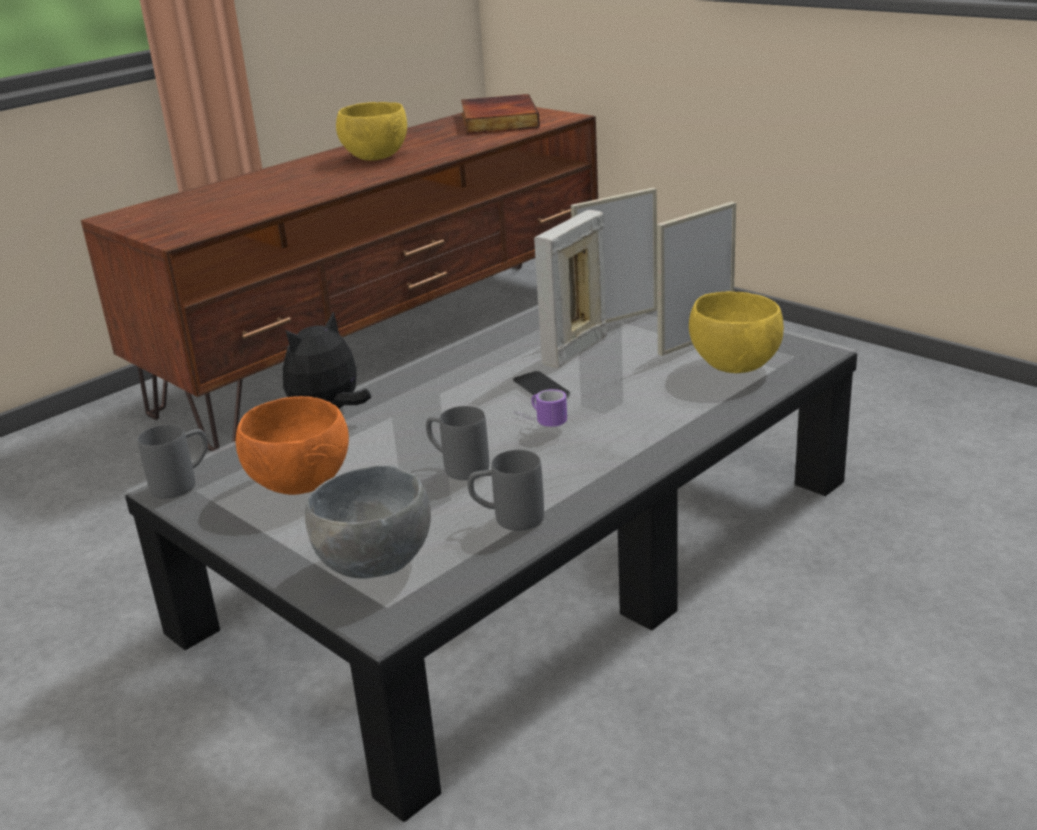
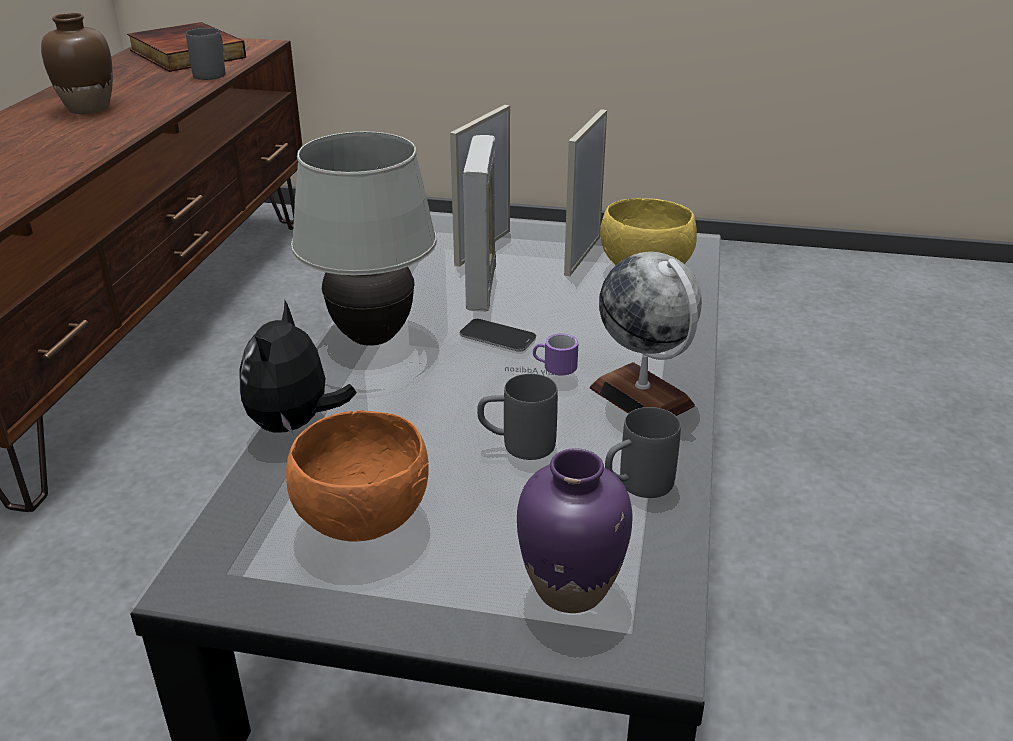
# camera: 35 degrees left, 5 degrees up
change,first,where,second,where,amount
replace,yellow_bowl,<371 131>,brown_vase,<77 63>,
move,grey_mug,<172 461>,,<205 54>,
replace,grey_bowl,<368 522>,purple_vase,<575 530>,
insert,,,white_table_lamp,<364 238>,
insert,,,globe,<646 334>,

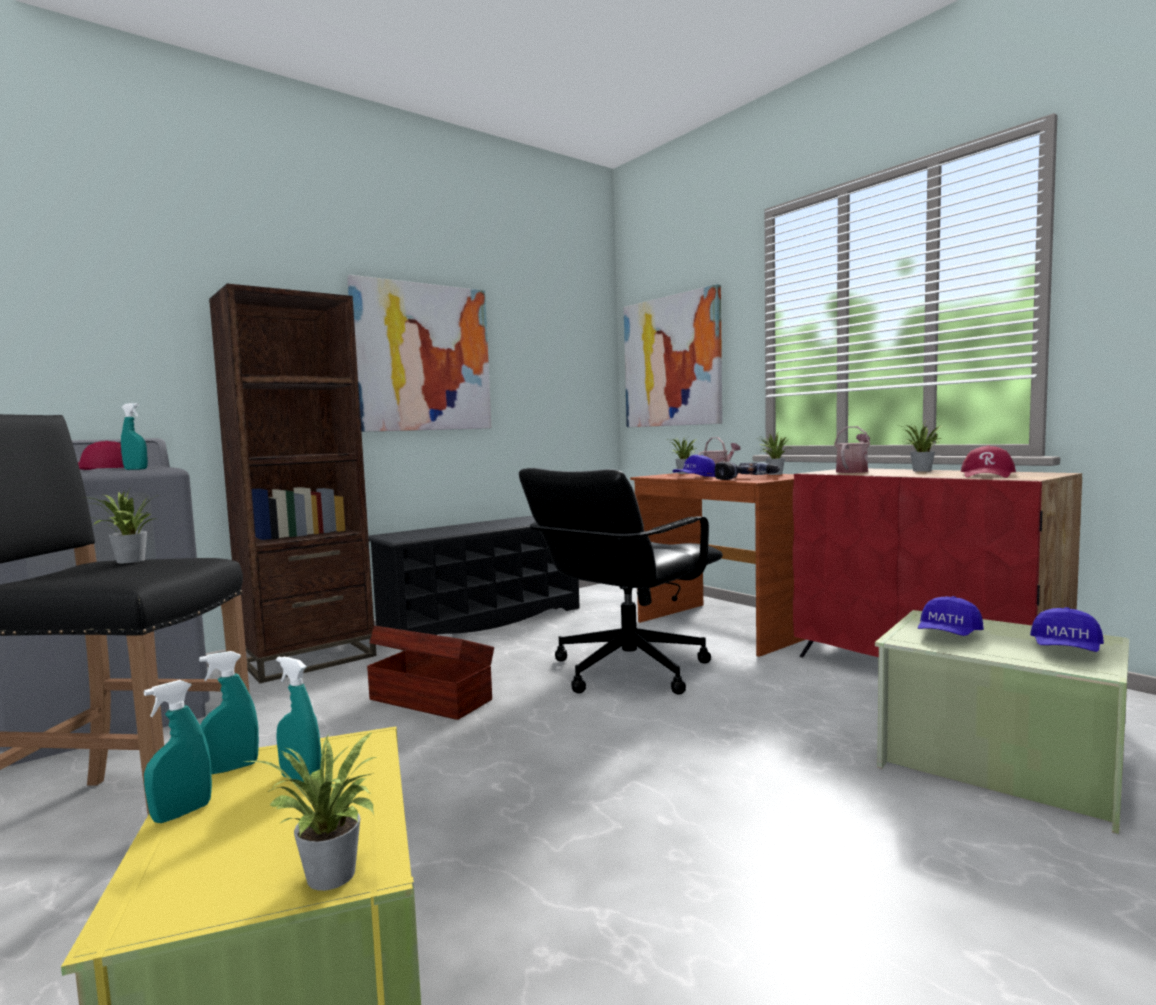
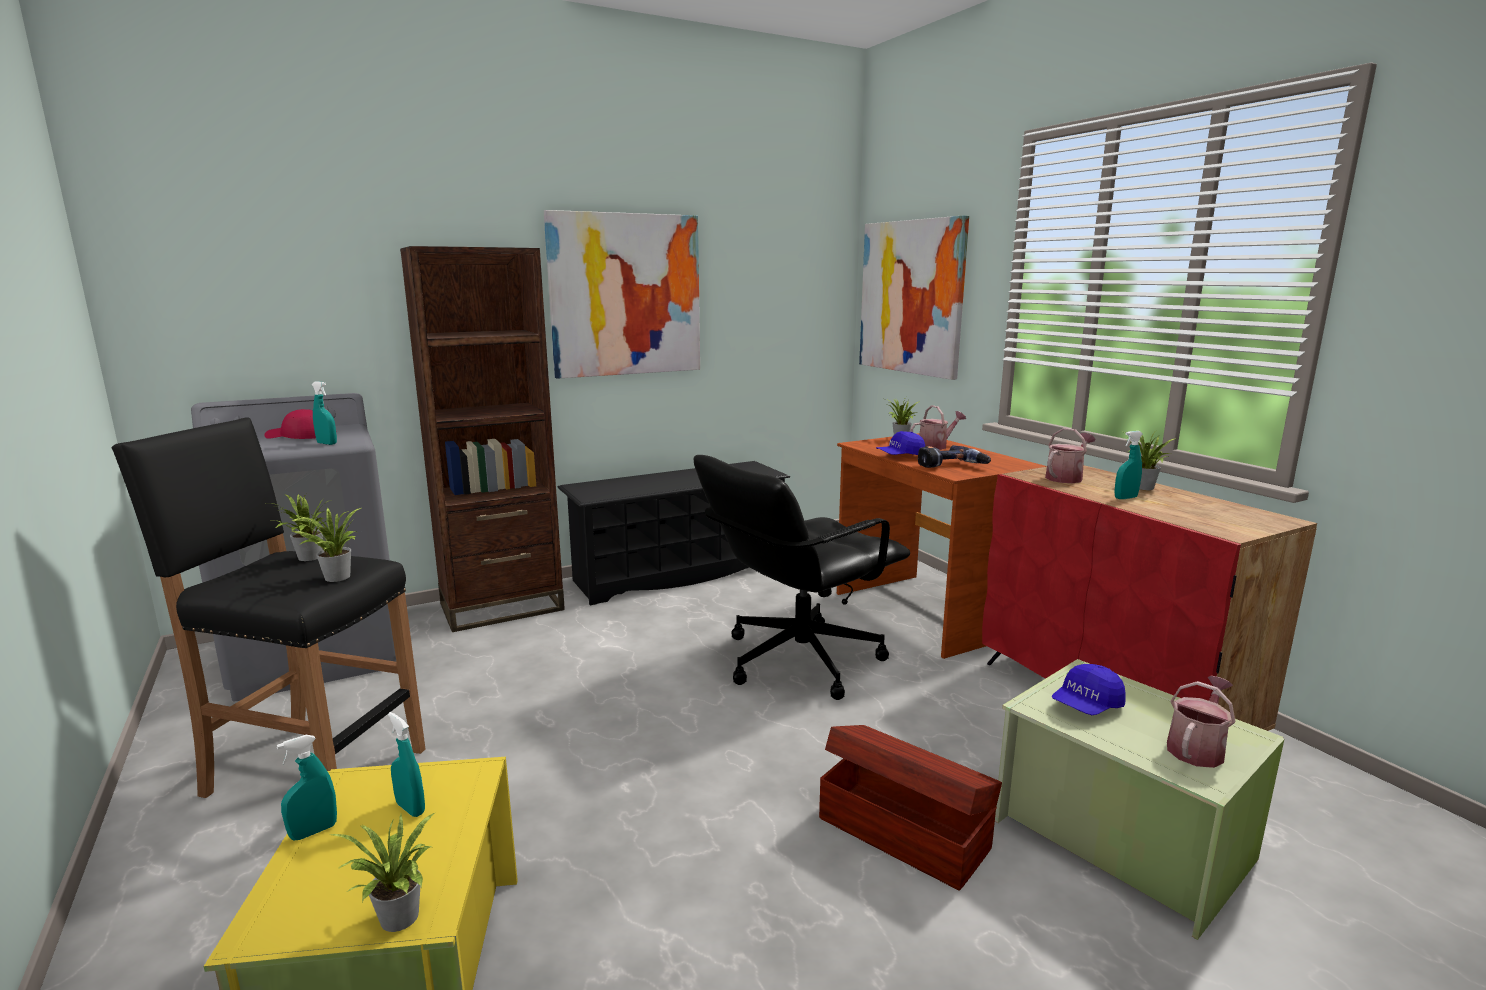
# camera: 10 degrees right, 10 degrees up
change,first,where,second,where,amount
move,potted_plant,<774 454>,,<326 545>,
delete,red_cap,<988 462>,,,
replace,blue_cap,<1067 629>,watering_can,<1201 722>,
move,brown_storage_box,<430 673>,,<910 808>,
move,turquoise_spray_bottle,<229 712>,,<1128 465>,

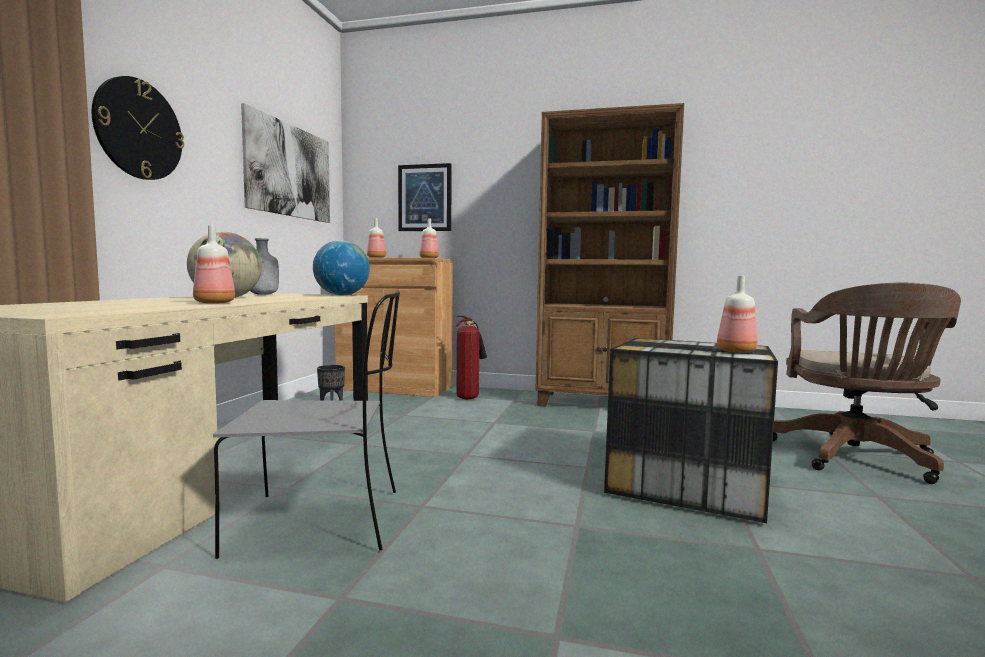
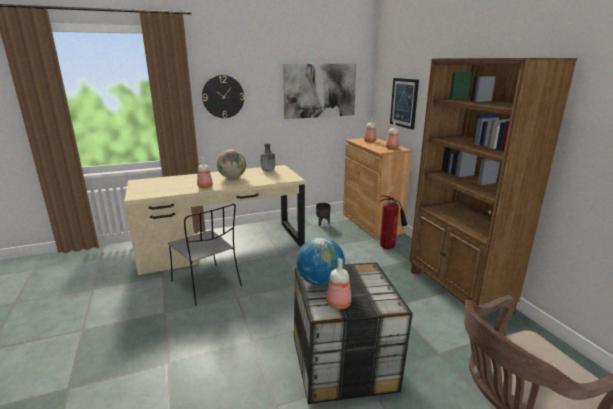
# camera: 55 degrees right, 15 degrees up
change,first,where,second,where,amount
move,globe,<341 267>,,<320 261>,

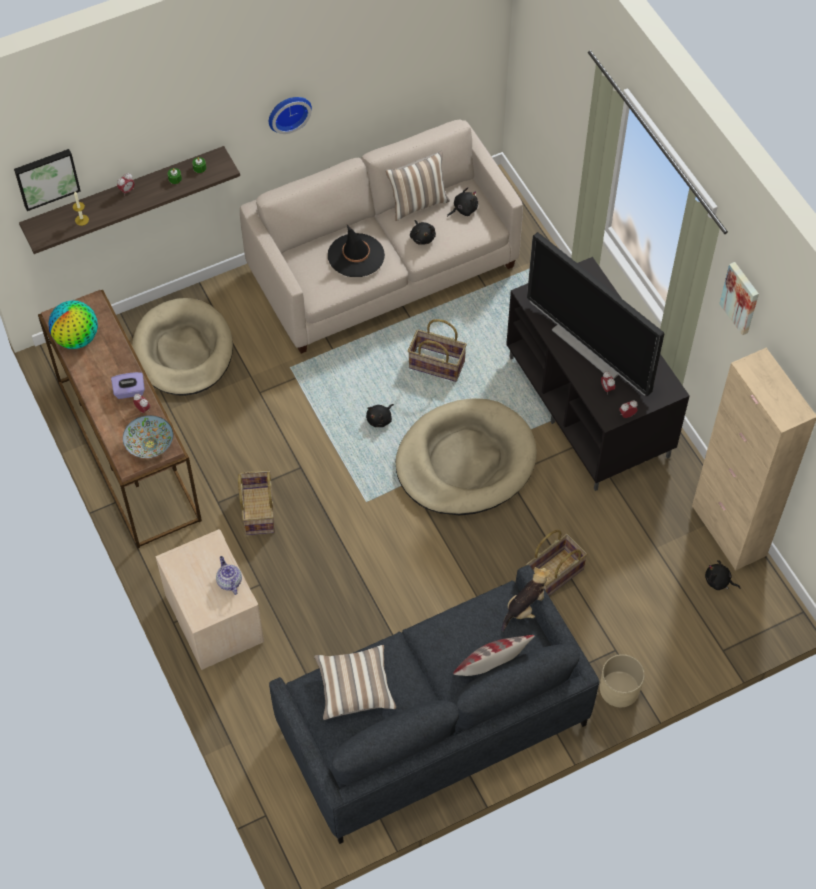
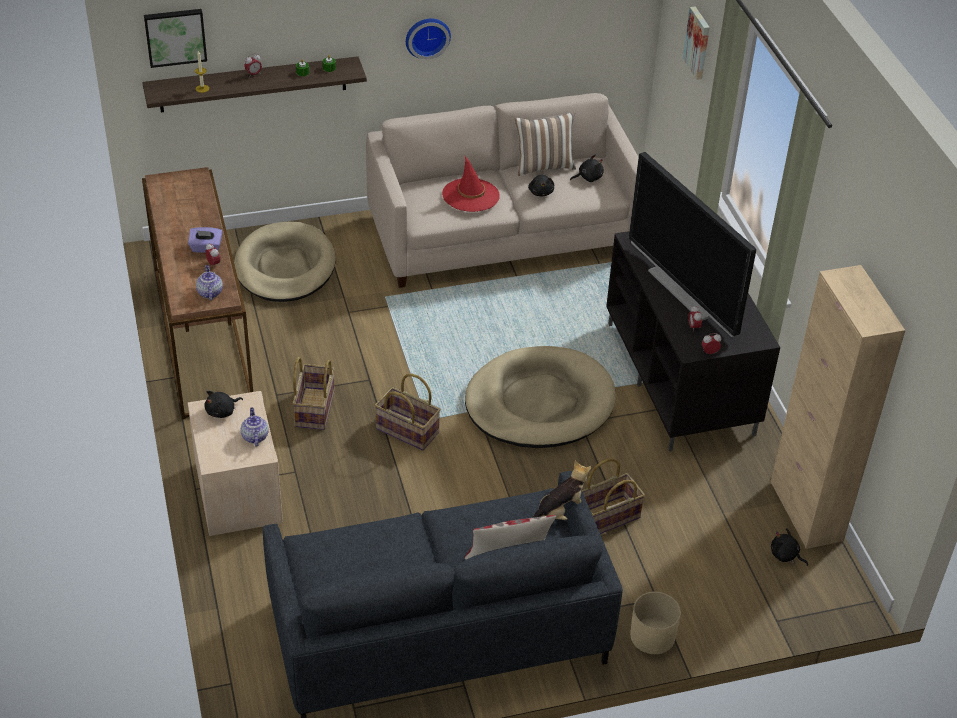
# camera: 10 degrees right, 15 degrees down
change,first,where,second,where,amount
recolor,black_hat,<356 251>,red_hat,<471 184>,
move,picture,<739 298>,,<696 43>,
delete,globe,<73 324>,,,
move,basket,<437 350>,,<407 412>,
move,black_plush_toy,<380 415>,,<224 404>,
replace,bowl,<148 436>,teapot,<209 282>,
delete,pillow,<355 682>,,,

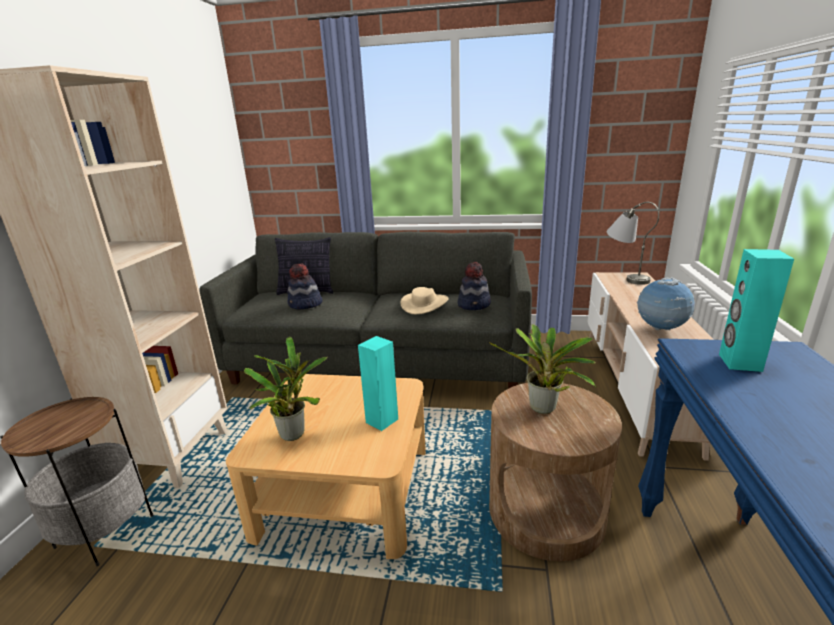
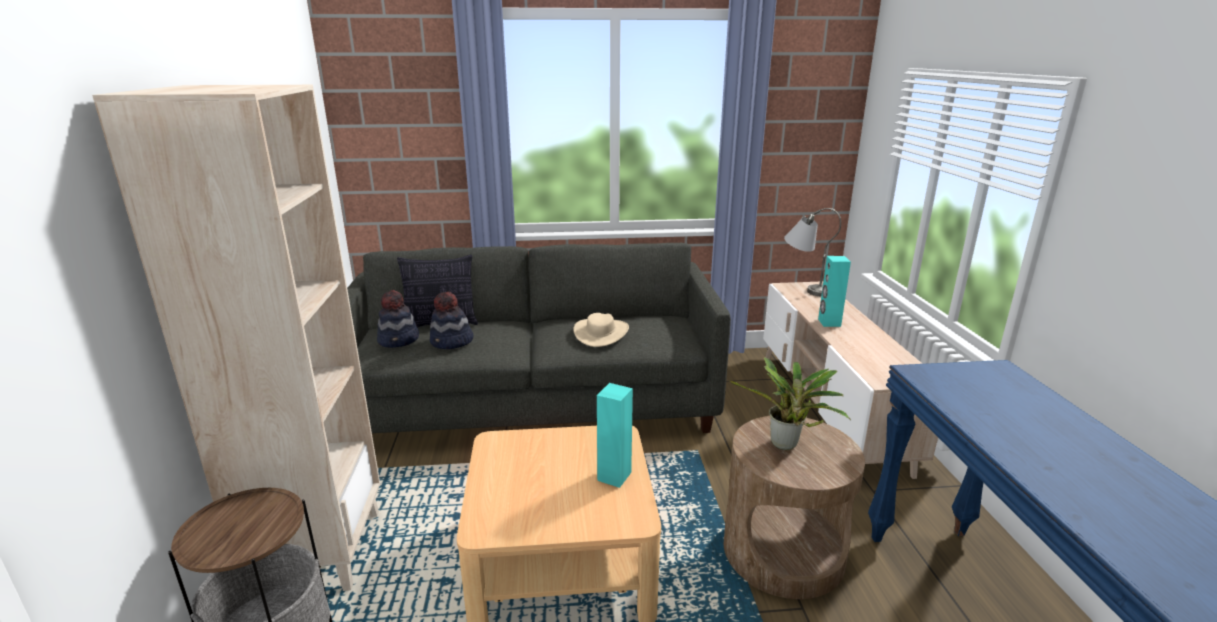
# camera: 15 degrees left, 0 degrees up
change,first,where,second,where,amount
move,turquoise_speaker,<756 310>,,<834 291>,
move,hat,<474 286>,,<398 319>,
delete,globe,<666 303>,,,
delete,potted_plant,<286 389>,,,

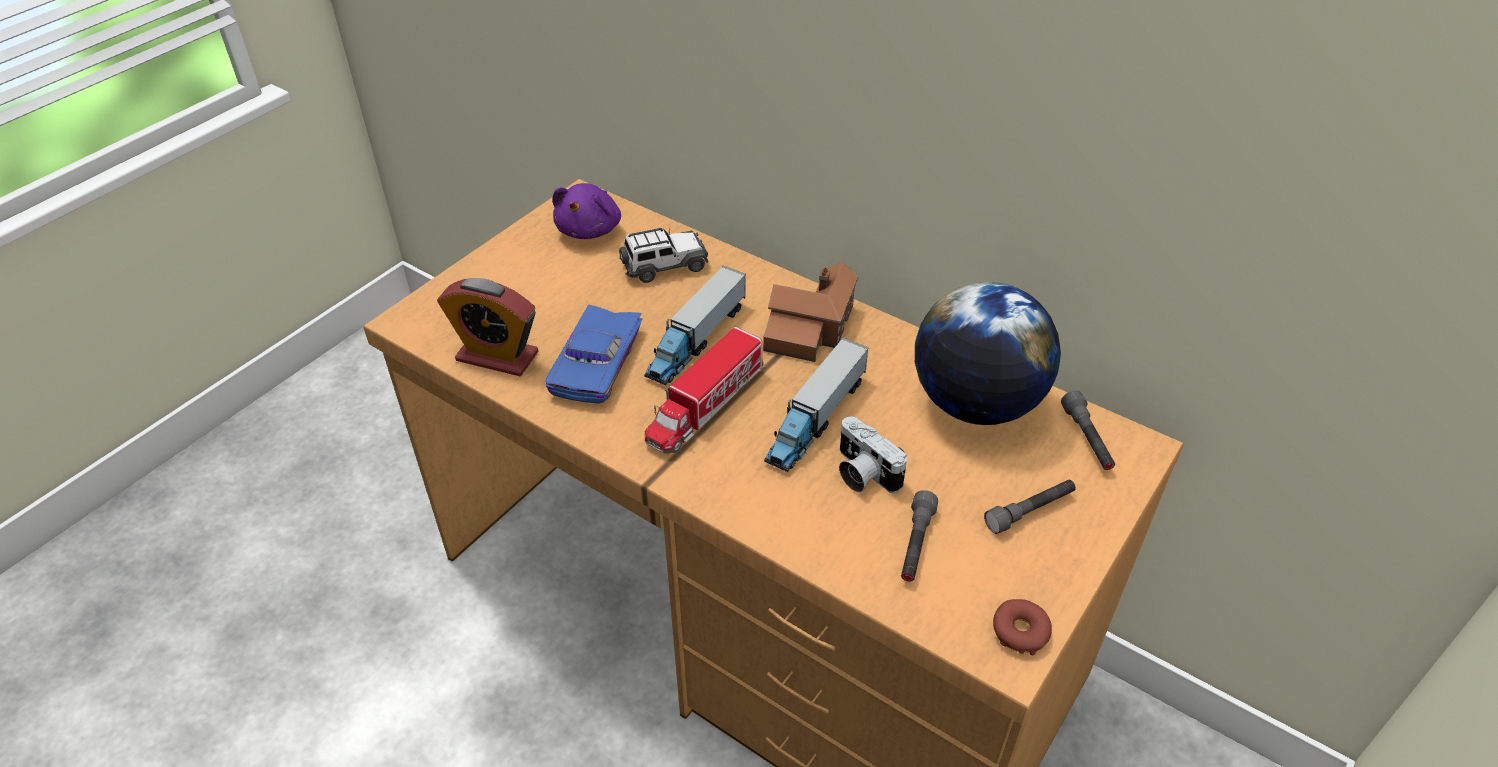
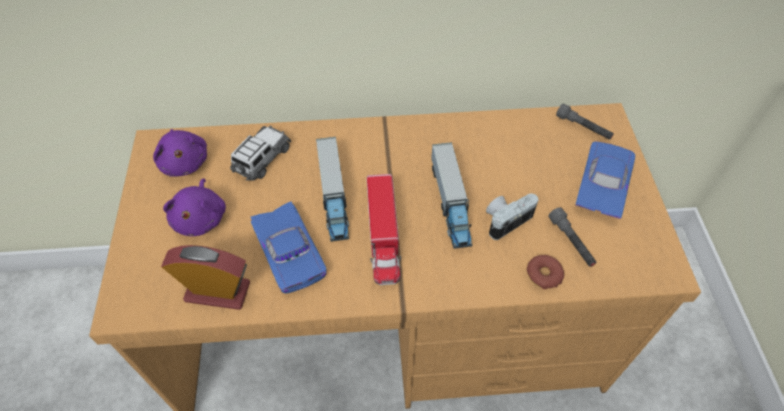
# camera: 40 degrees left, 10 degrees up
change,first,where,second,where,amount
delete,toy_house,<810 311>,,,
rotate,alarm_clock,<488 327>,,<205 277>,150 degrees counterclockwise
delete,globe,<988 353>,,,
rotate,photo_camera,<873 455>,,<512 217>,135 degrees clockwise
replace,grey_flashlight,<1030 507>,blue_toy_car,<605 180>,
move,donut,<1022 627>,,<545 272>,
insert,,,purple_plush_toy,<194 208>,

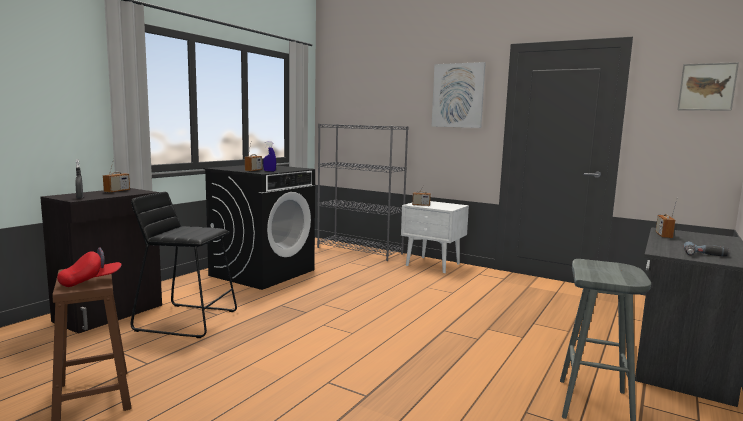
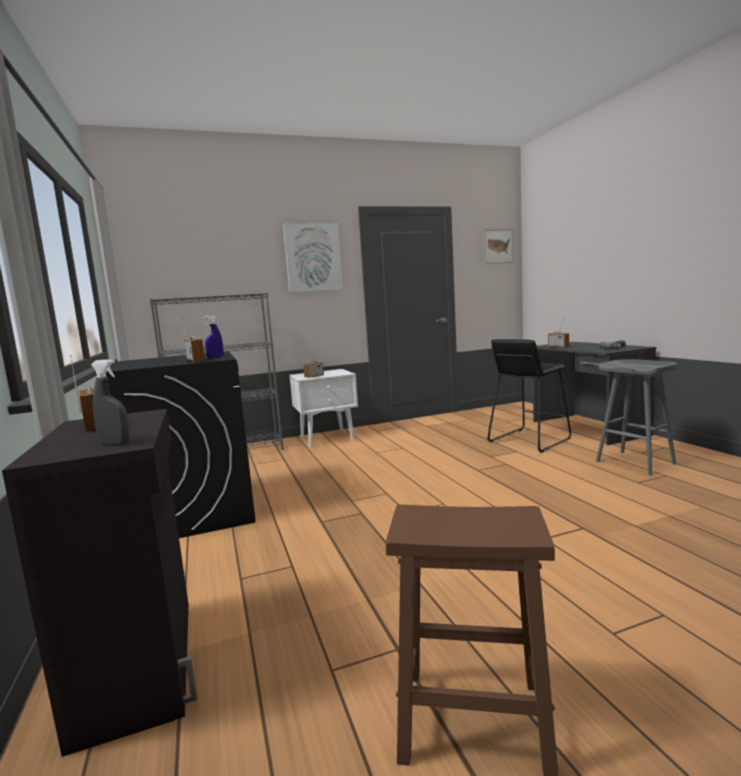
# camera: 50 degrees left, 0 degrees up
change,first,where,second,where,amount
move,black_stool,<184 265>,,<529 395>,
delete,red_cap,<89 267>,,,

